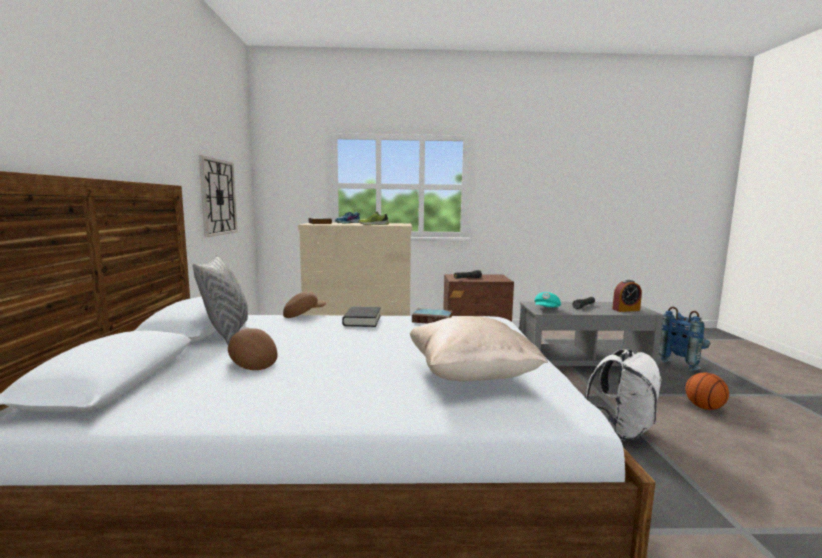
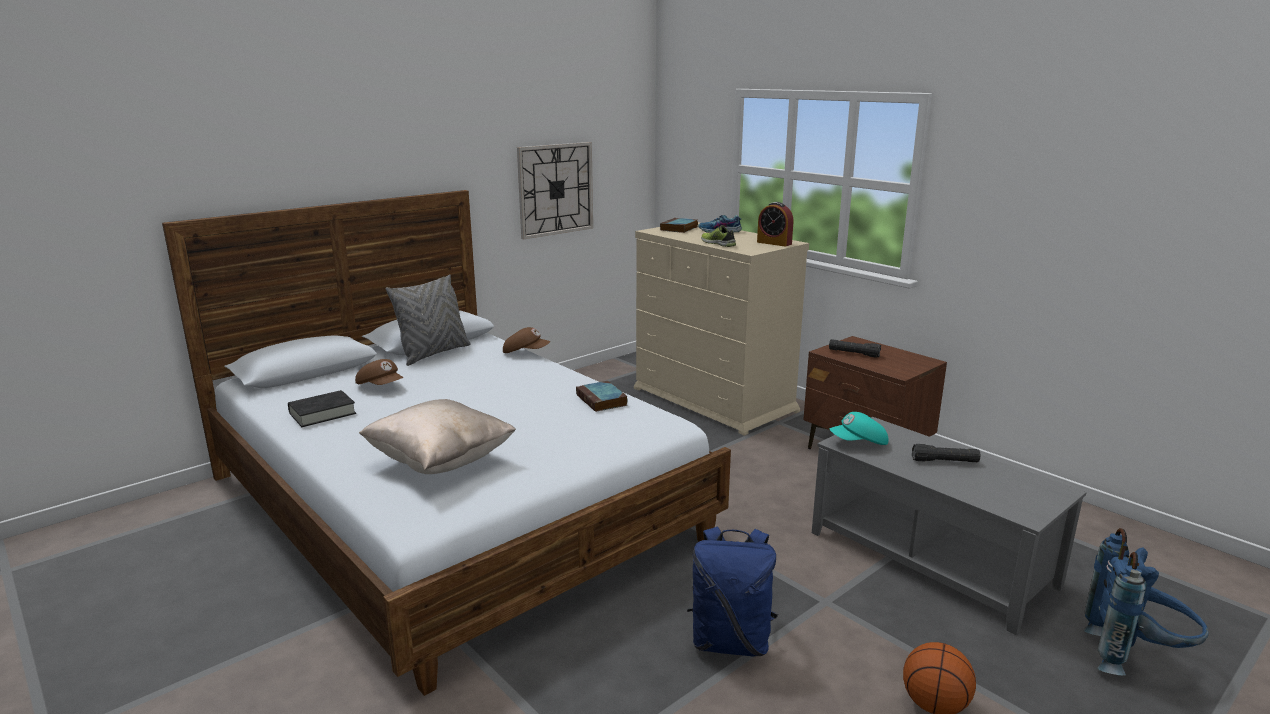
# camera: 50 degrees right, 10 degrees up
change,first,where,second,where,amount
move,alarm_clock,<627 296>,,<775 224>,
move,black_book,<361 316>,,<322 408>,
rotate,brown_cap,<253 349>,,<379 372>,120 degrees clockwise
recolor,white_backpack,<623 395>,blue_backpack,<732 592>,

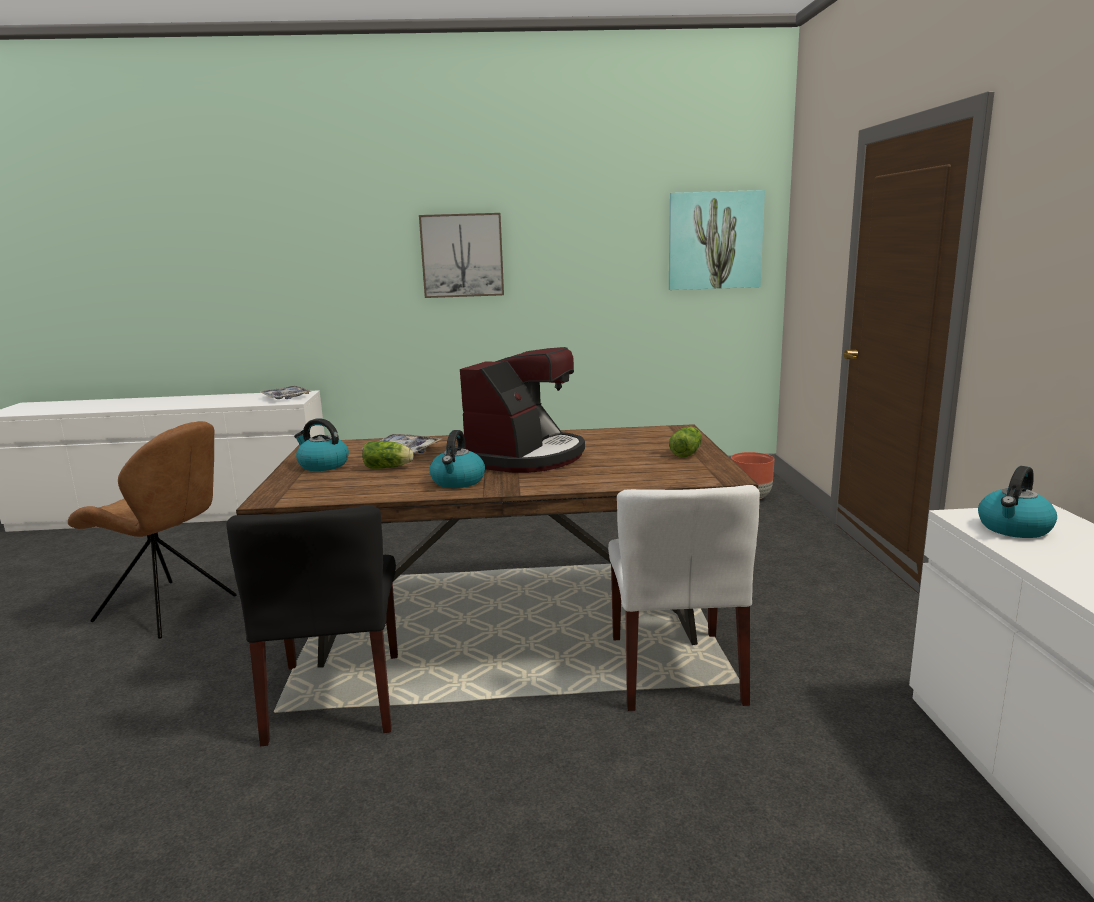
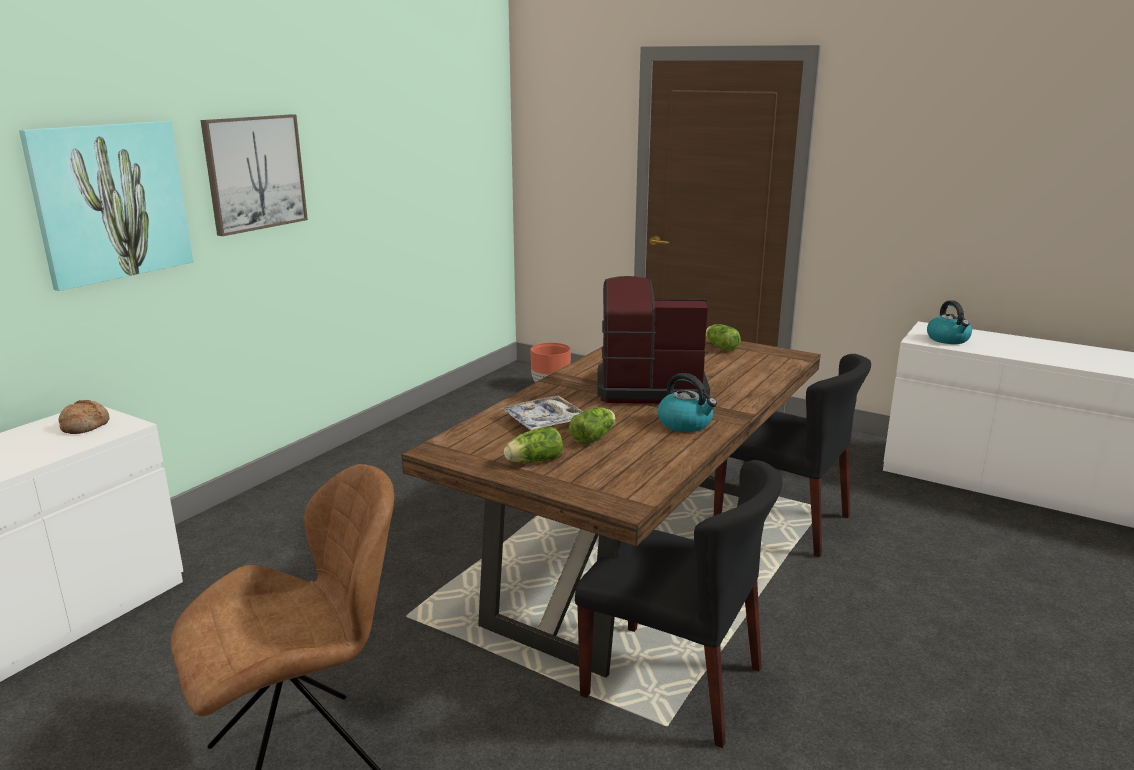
# camera: 55 degrees left, 5 degrees up
change,first,where,second,where,amount
move,picture,<717 240>,,<106 206>,
rotate,coffee_machine,<522 410>,,<653 340>,60 degrees counterclockwise
replace,tray,<286 392>,bread,<83 417>,
replace,kettle,<321 444>,lettuce,<533 445>,
recolor,white_chair,<684 598>,black_chair,<792 455>,

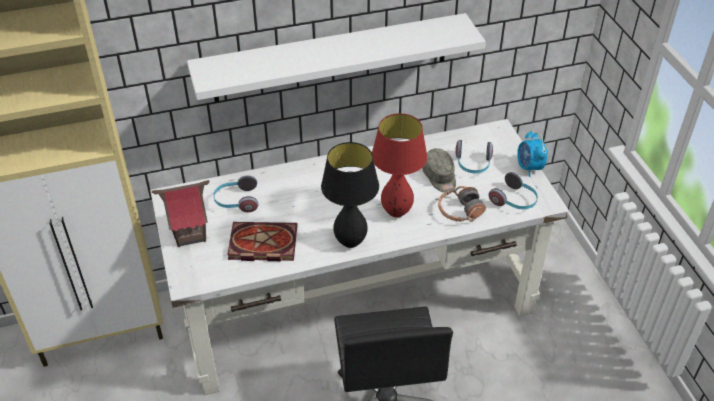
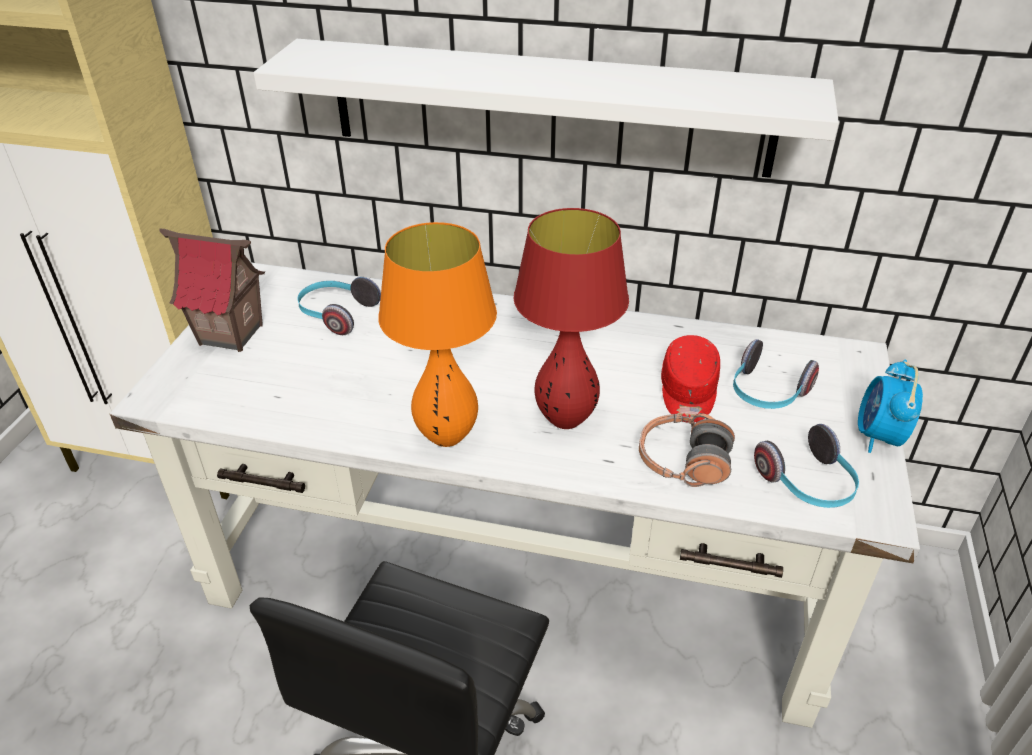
# camera: 30 degrees right, 5 degrees down
change,first,where,second,where,amount
recolor,black_table_lamp,<350 195>,orange_table_lamp,<437 334>,
recolor,grey_cap,<439 170>,red_cap,<690 379>,
delete,book,<262 241>,,,

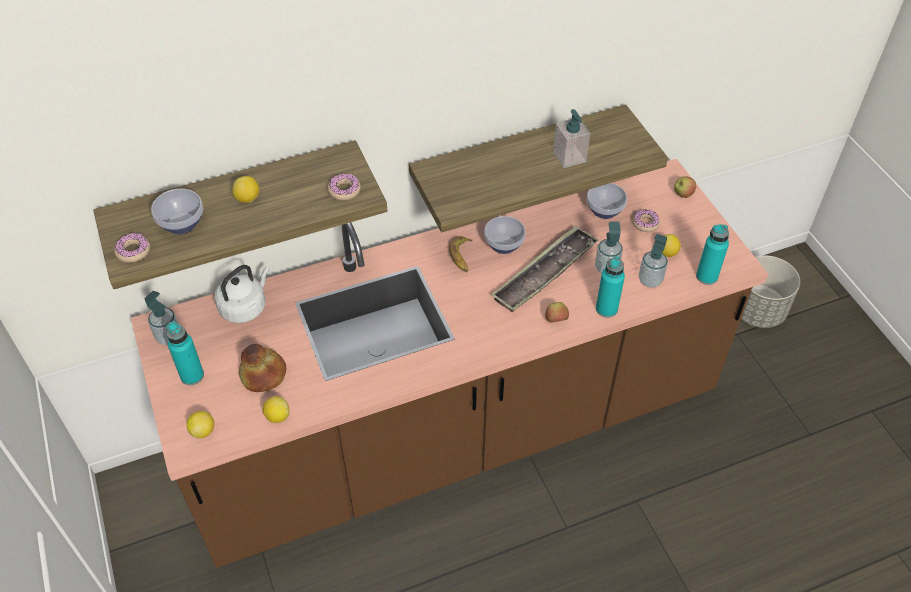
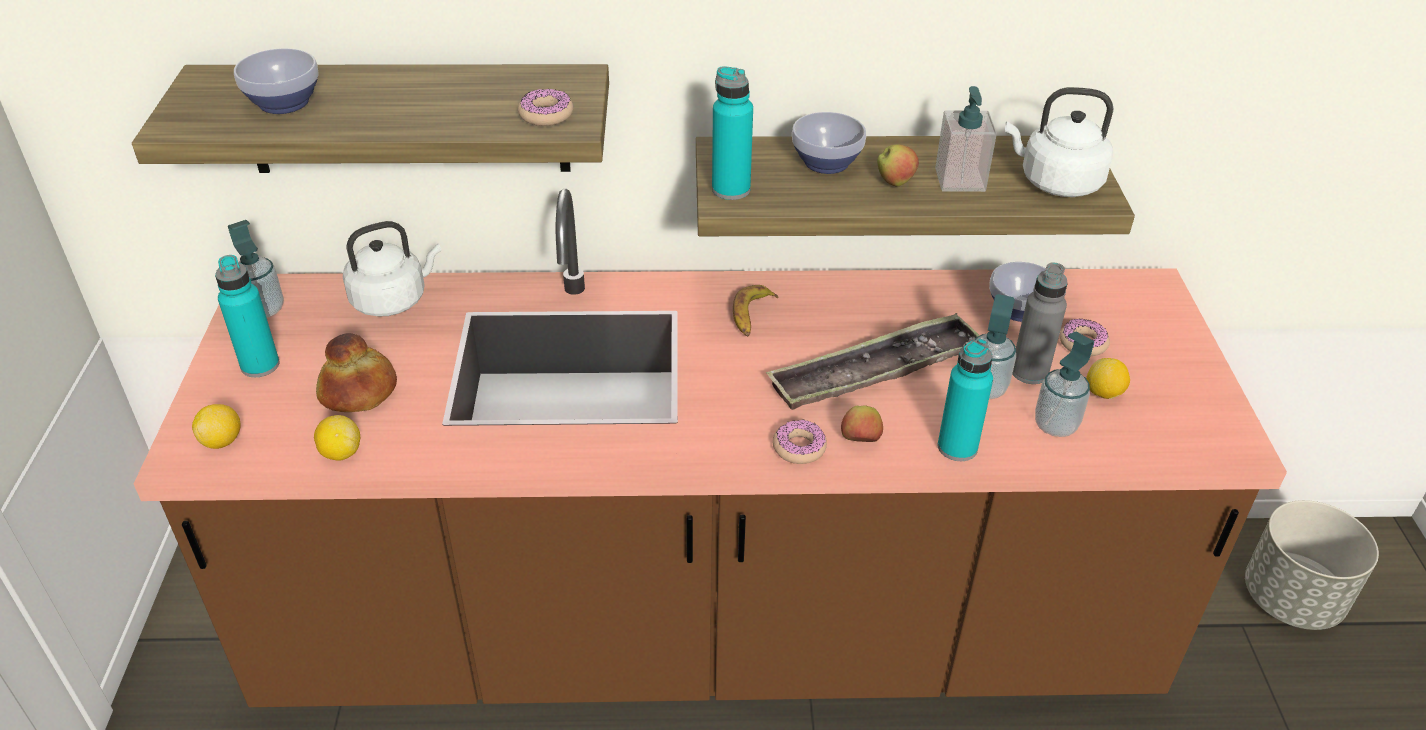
# camera: 20 degrees right, 10 degrees down
change,first,where,second,where,amount
delete,lemon,<245 189>,,,
move,apple,<685 187>,,<898 165>,
move,bowl,<505 235>,,<829 143>,
move,turquoise_bottle,<712 254>,,<732 133>,
move,donut,<132 248>,,<799 441>,
insert,,,white_kettle,<1059 142>,
insert,,,grey_bottle,<1040 323>,

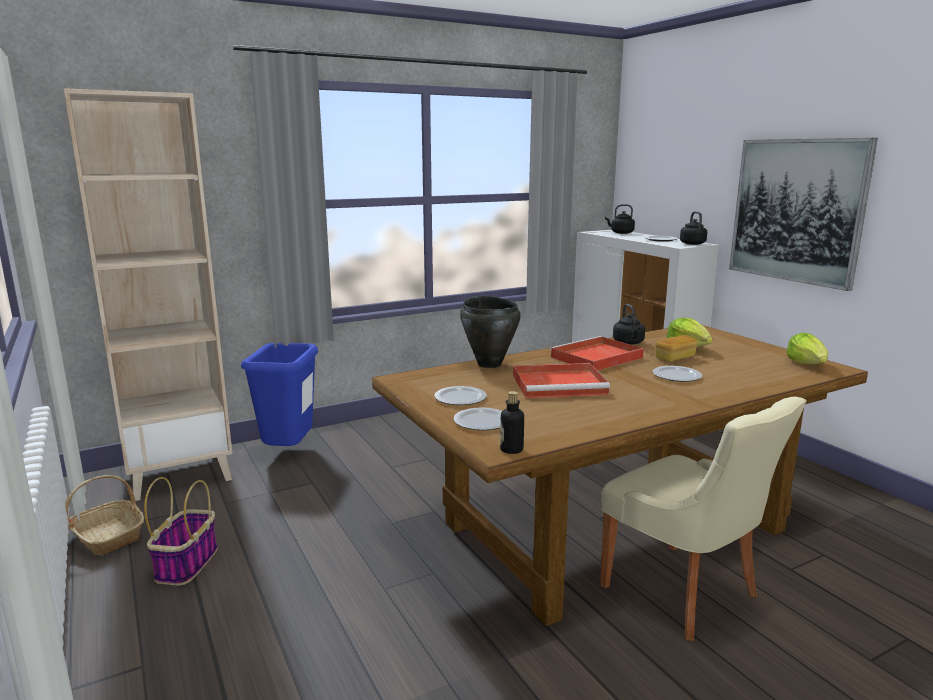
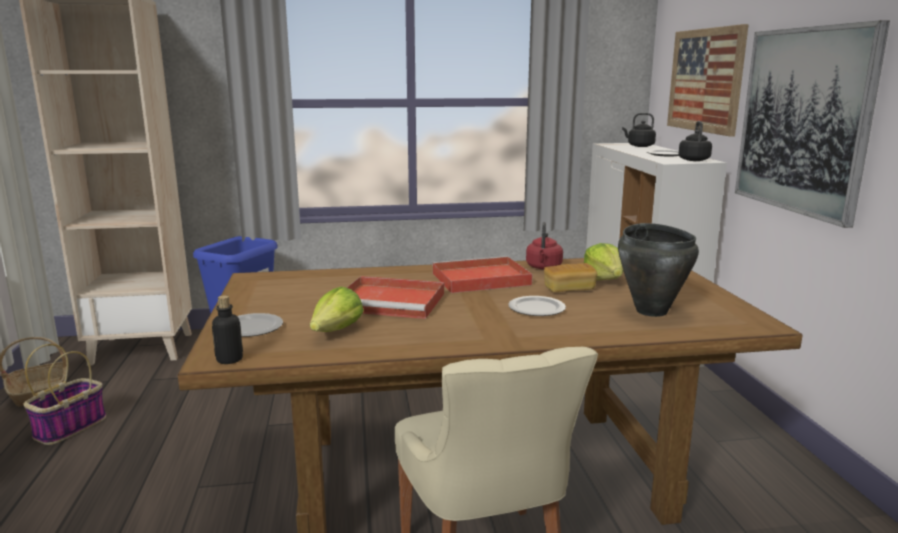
# camera: 20 degrees right, 0 degrees up
change,first,where,second,where,amount
move,black_cooking_pot,<490 332>,,<658 270>,
recolor,black_kettle,<629 324>,red_kettle,<544 246>,
move,lettuce,<807 348>,,<337 309>,
delete,plate,<460 395>,,,
insert,,,picture,<708 80>,

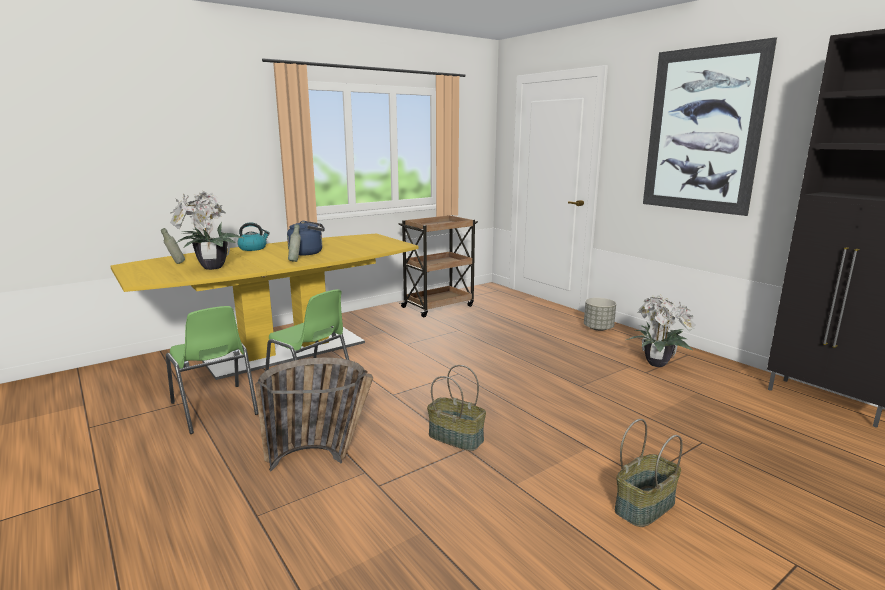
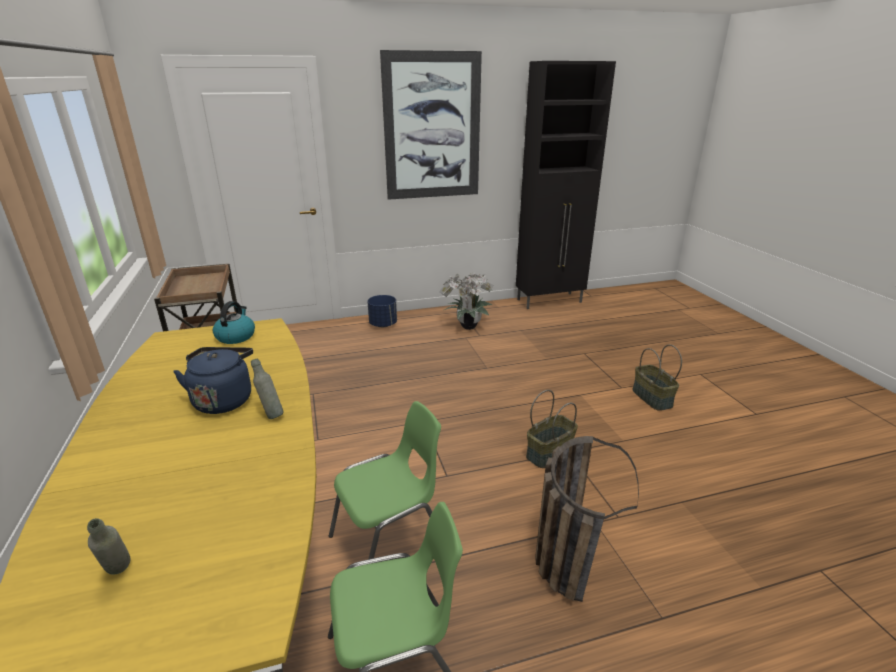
# camera: 70 degrees left, 10 degrees up
change,first,where,second,where,amount
delete,potted_plant,<206 230>,,,
move,kettle,<253 237>,,<234 322>,
recolor,grey_planter,<600 314>,blue_planter,<382 311>,

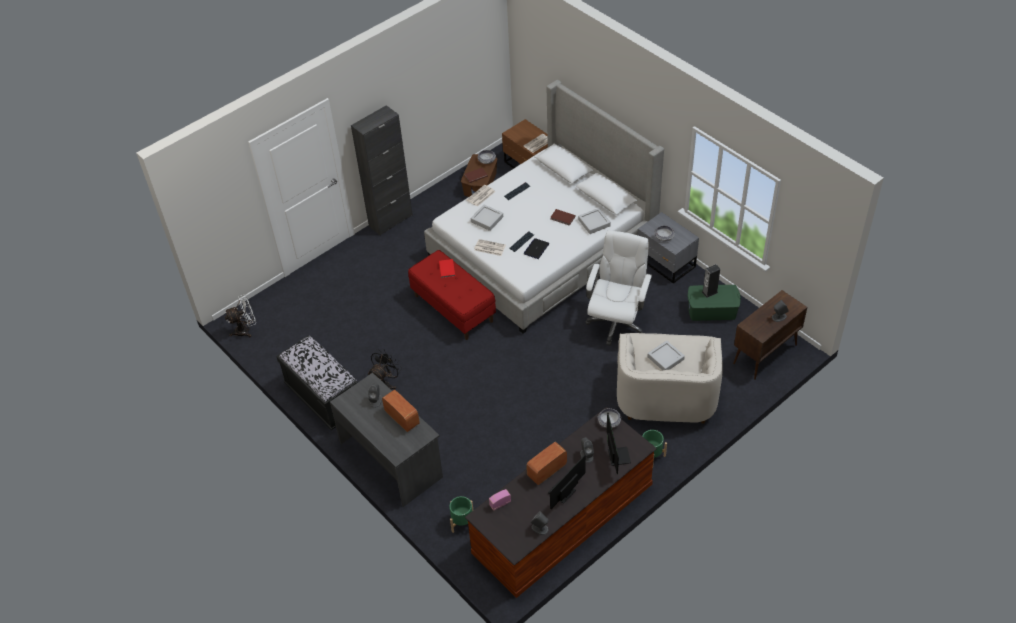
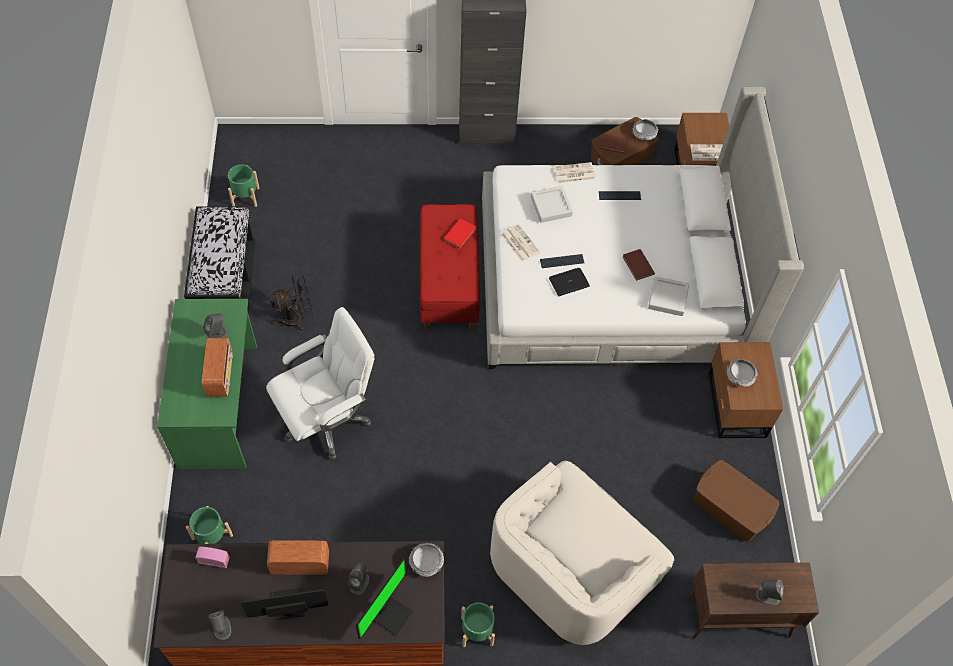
# camera: 35 degrees right, 10 degrees up
change,first,where,second,where,amount
recolor,grey_nightstand,<668 248>,brown_nightstand,<745 390>,
move,white_office_chair,<619 288>,,<320 383>,
delete,speaker,<711 281>,,,
recolor,green_storage_box,<714 303>,brown_storage_box,<736 501>,
delete,white_fan,<240 315>,,,
delete,grey_tray,<666 355>,,,
recolor,grey_desk,<386 440>,green_desk,<207 384>,
insert,,,green_planter,<244 185>,

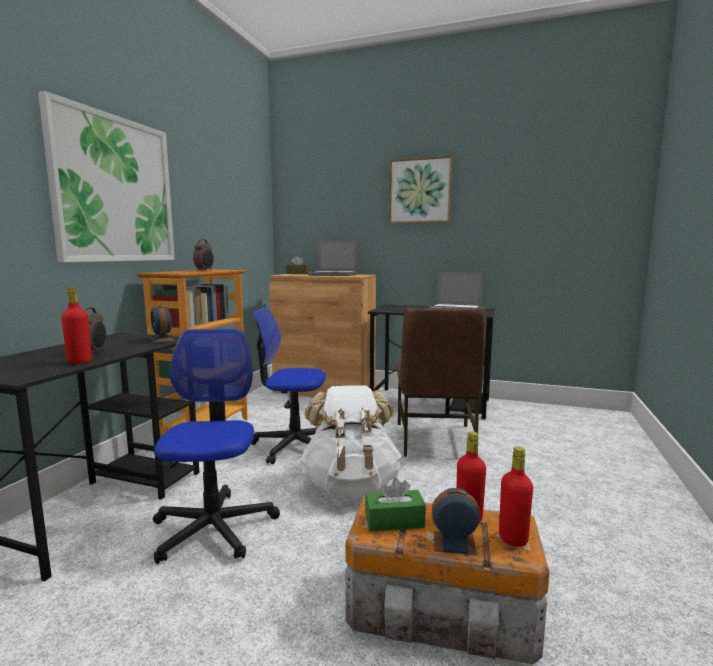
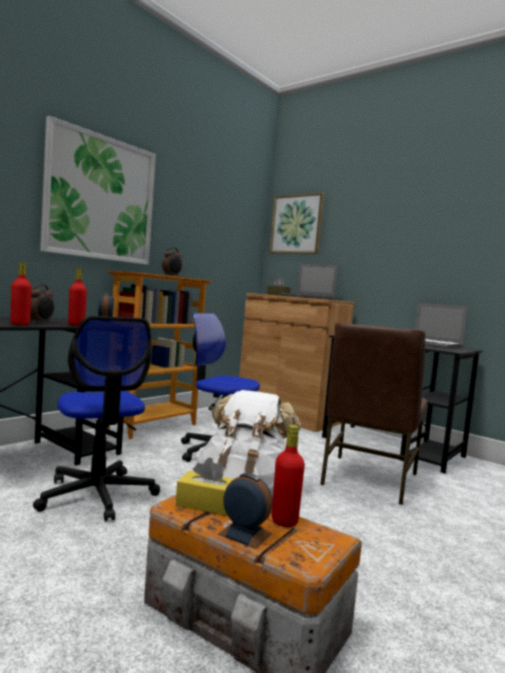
# camera: 20 degrees right, 5 degrees down
change,first,where,second,where,amount
move,picture,<420 189>,,<297 223>,
rotate,office_chair,<216 446>,,<96 418>,135 degrees clockwise
move,red_bottle,<516 497>,,<77 297>,
recolor,green_tissue_box,<395 504>,yellow_tissue_box,<204 487>,

